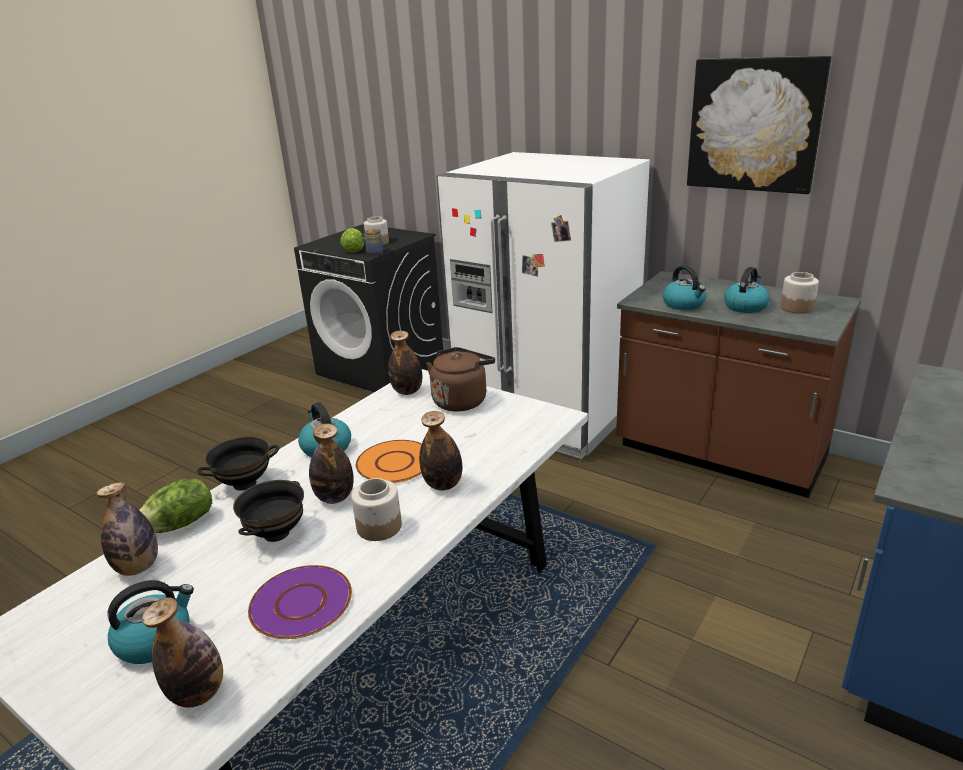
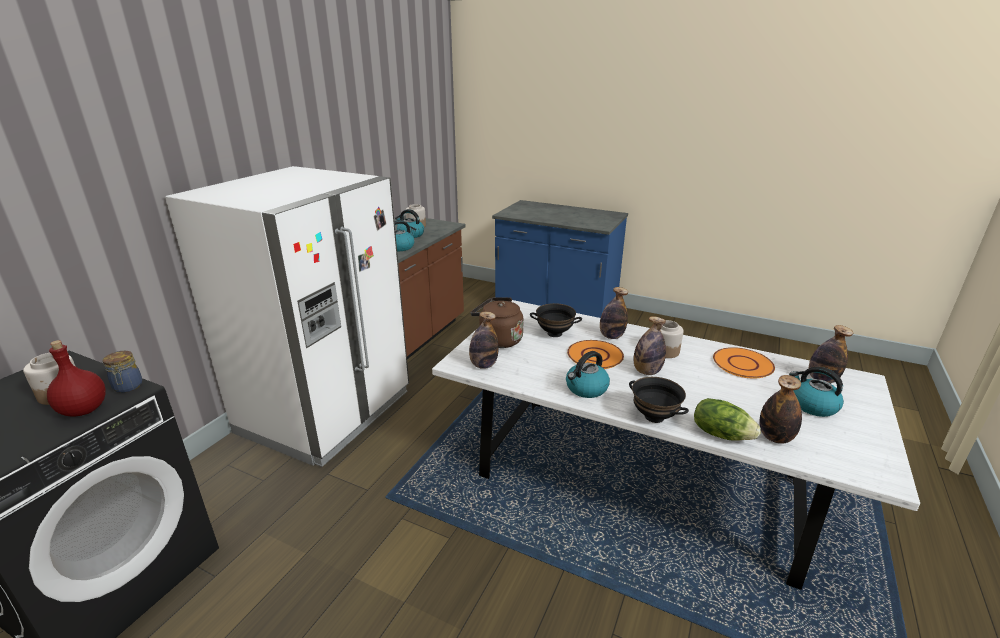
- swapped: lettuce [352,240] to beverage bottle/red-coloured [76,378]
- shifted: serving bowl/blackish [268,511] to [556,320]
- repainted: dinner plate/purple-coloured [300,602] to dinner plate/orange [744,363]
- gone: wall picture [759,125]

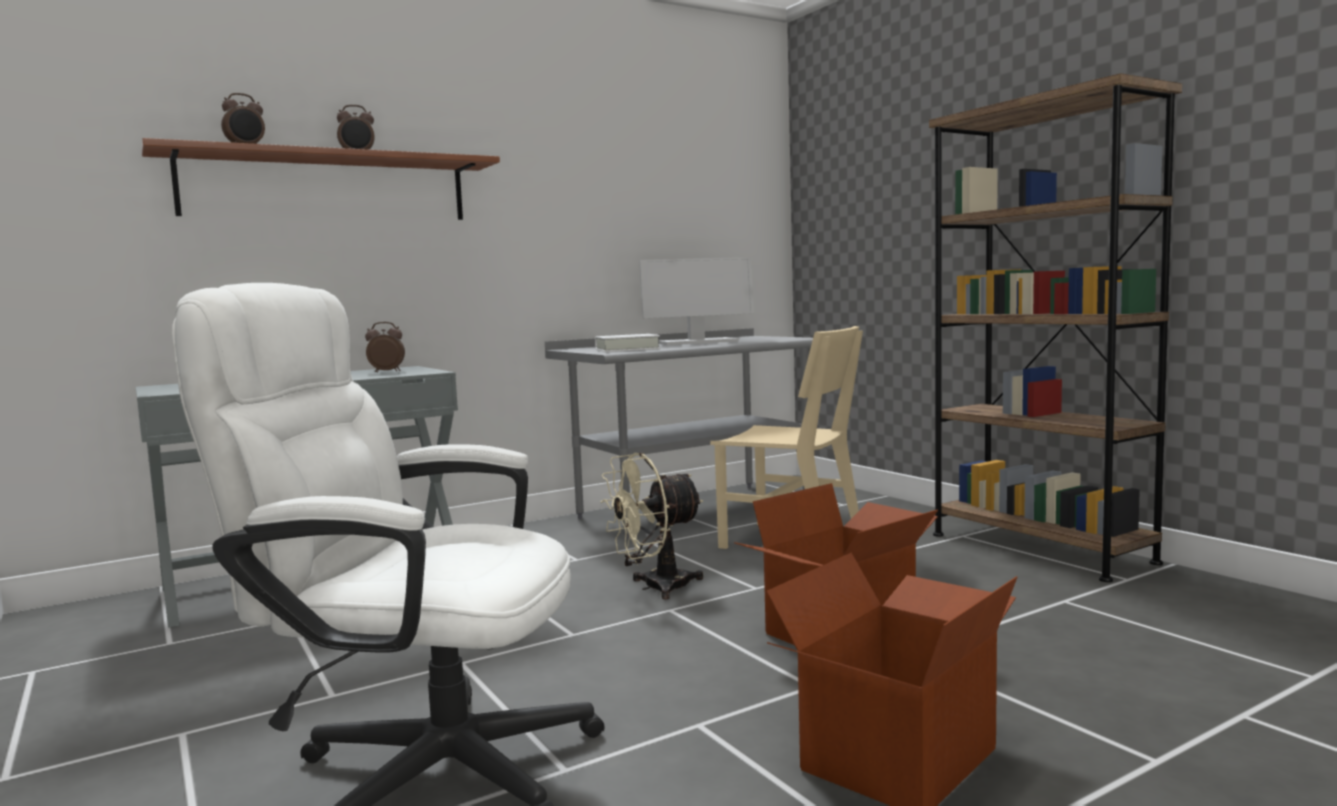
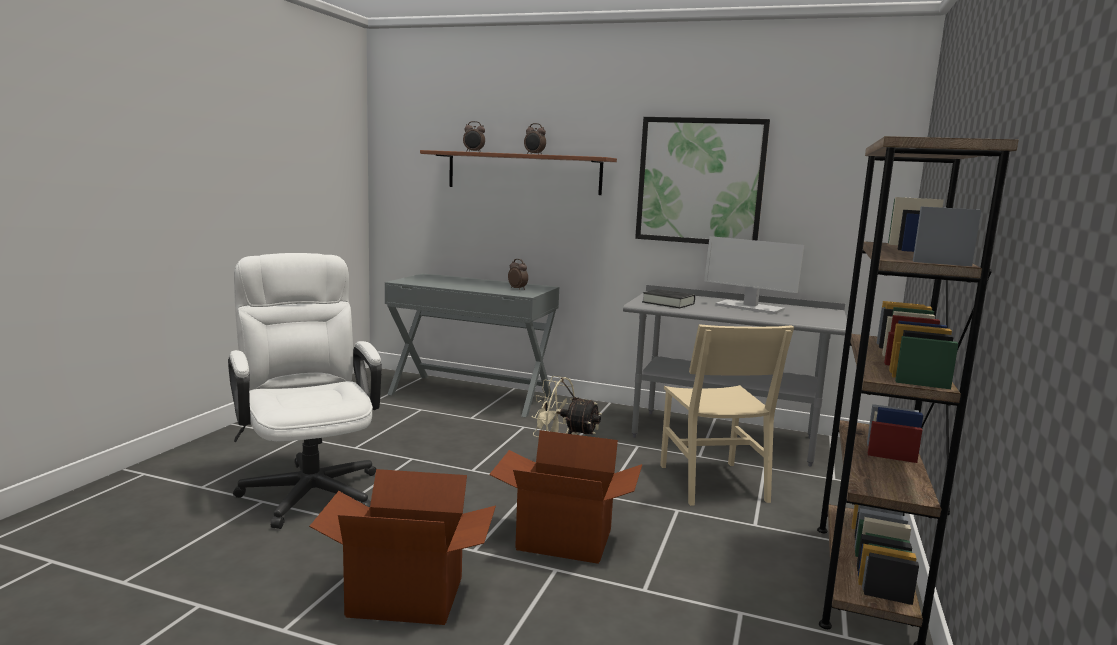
- new: wall picture [702,180]
- repainted: bound book/white [627,343] to bound book/blackish [668,298]

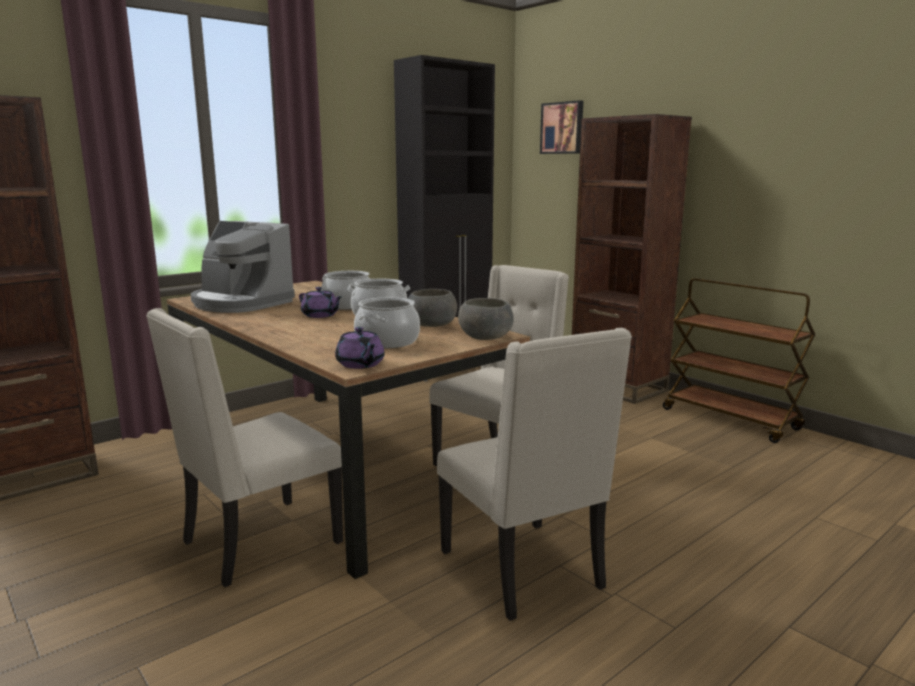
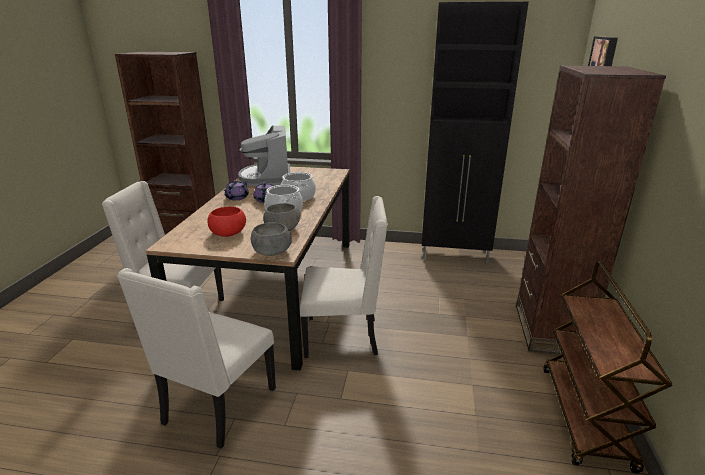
- swapped: cooking pot [387,322] to serving bowl/red-coloured [226,222]
- shifted: pot for tea/purple-coloured [360,348] to [236,190]

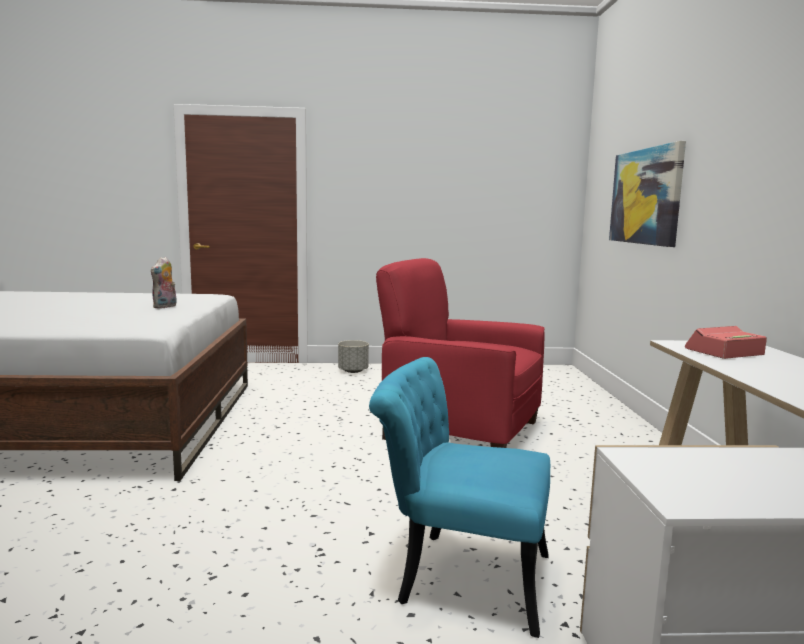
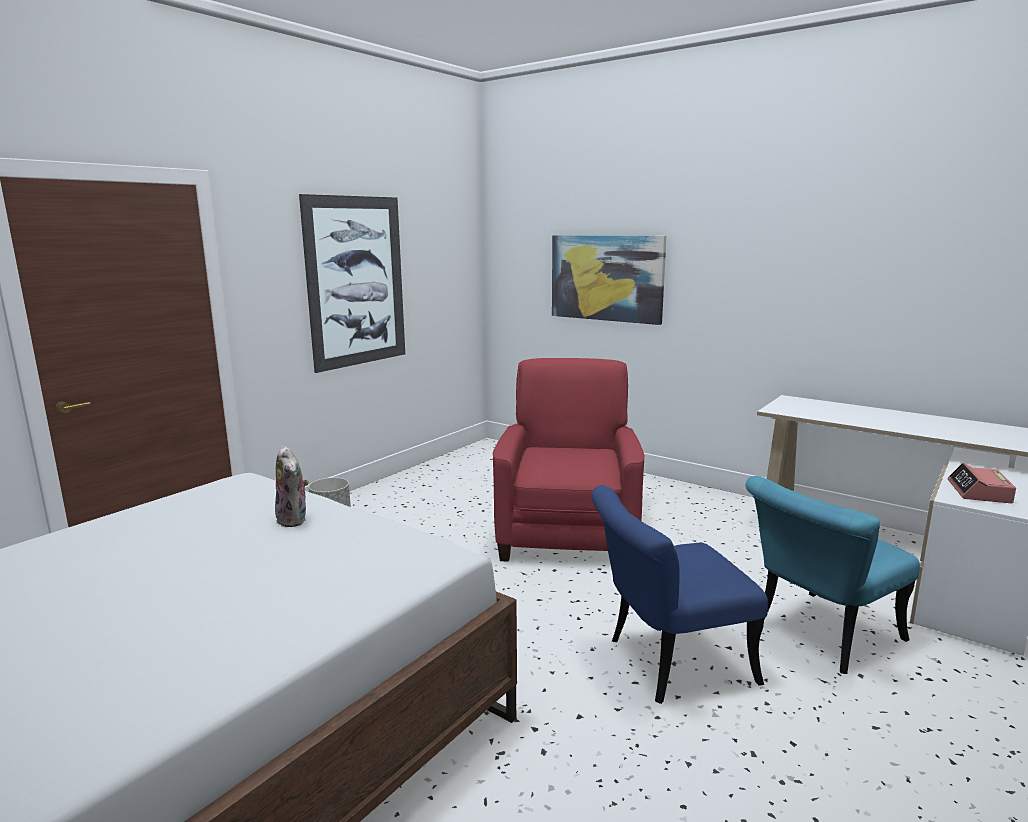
- new: wall picture [352,283]
- rotated: armchair/red-coloured [460,353] = [568,460] 120 degrees clockwise
- new: plain chair/blue [680,594]
- shifted: bedside clock [726,342] to [982,483]

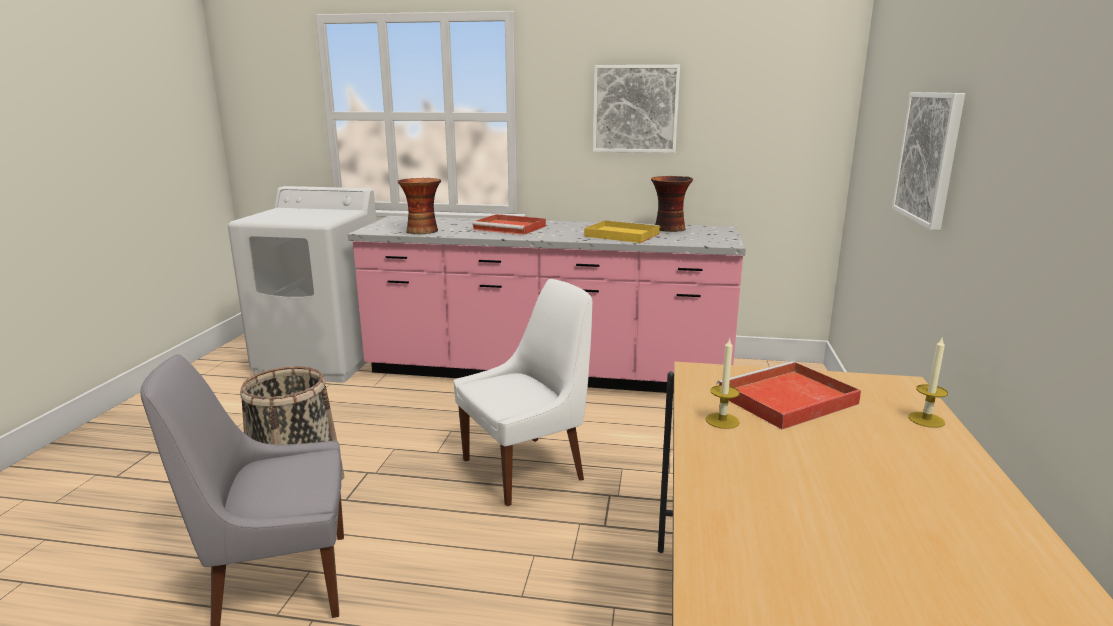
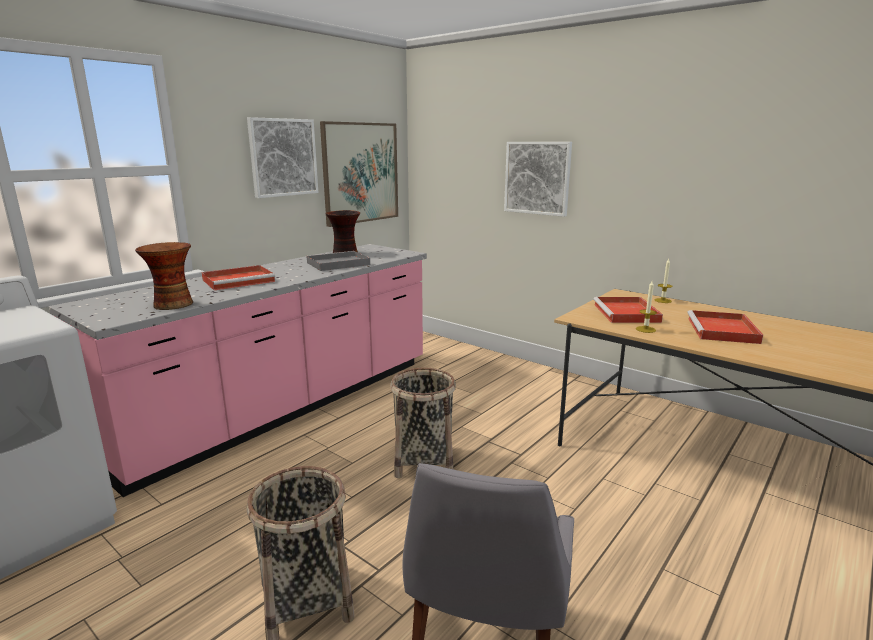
- repainted: carrying tray/yellowish [622,231] to carrying tray/grey [338,261]
- new: wall picture [359,174]
- swapped: plain chair/white [523,392] to basket [423,423]
- new: carrying tray/red-coloured [725,327]

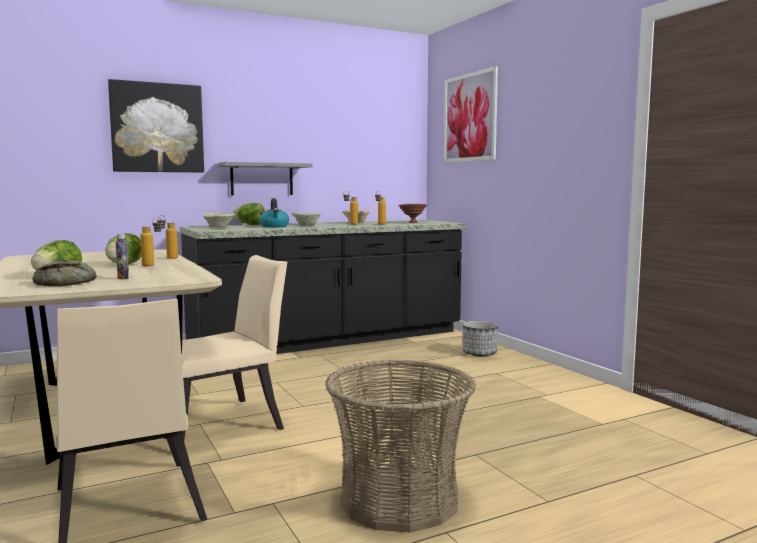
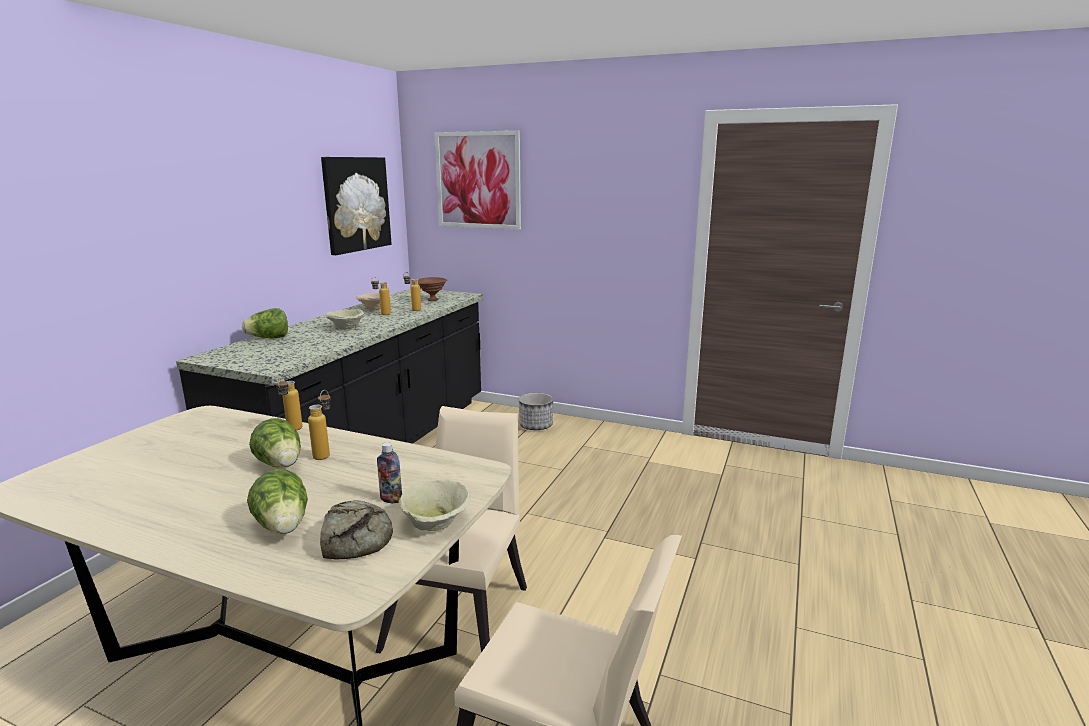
- shifted: wall picture [156,126] to [356,206]
- shifted: serving bowl/beige-coloured [219,220] to [435,505]
- gone: bracket shelf/grey [265,178]
- gone: water kettle [274,212]
- gone: basket [400,446]

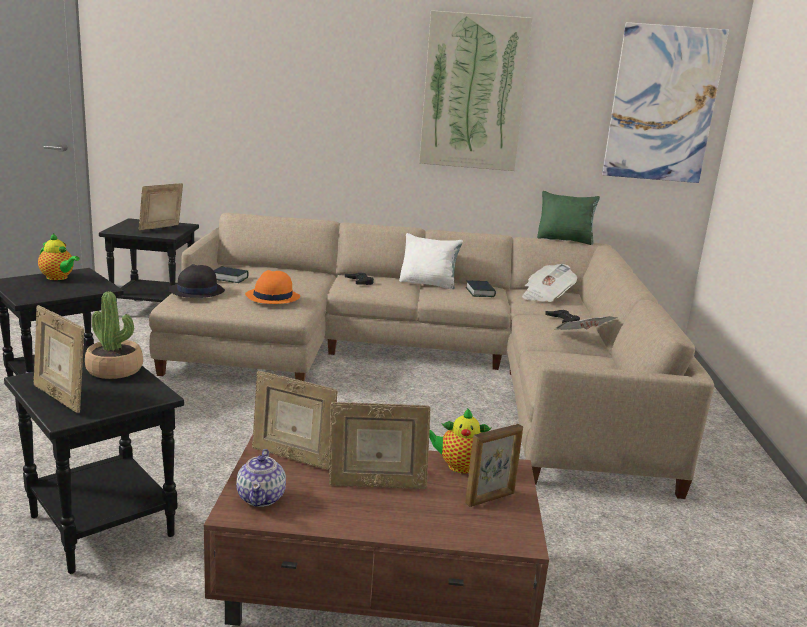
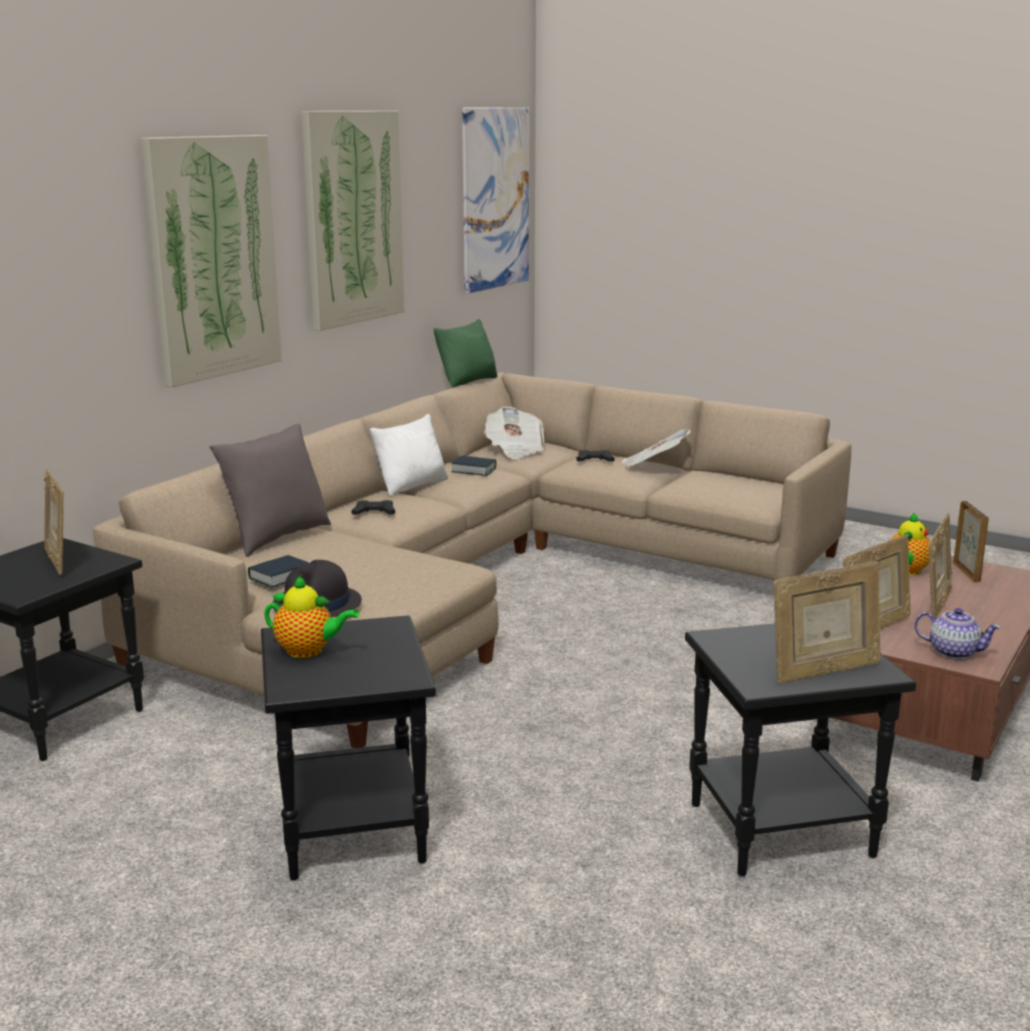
- new: wall picture [211,261]
- new: cushion/grey [270,490]
- rotated: pot for tea [59,256] = [311,616] 45 degrees clockwise
- gone: plant in a pot [114,335]
- gone: hat/orange [272,287]

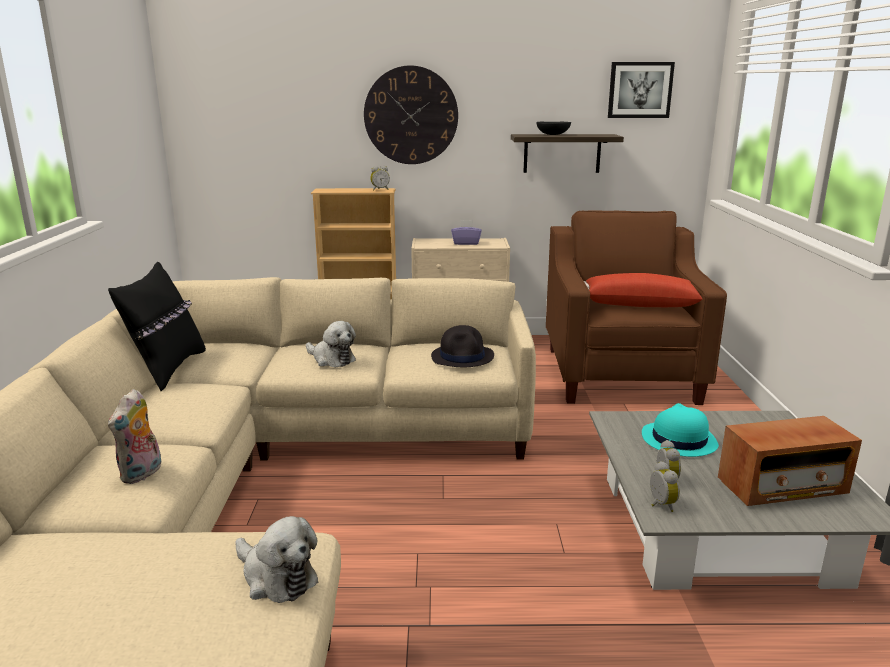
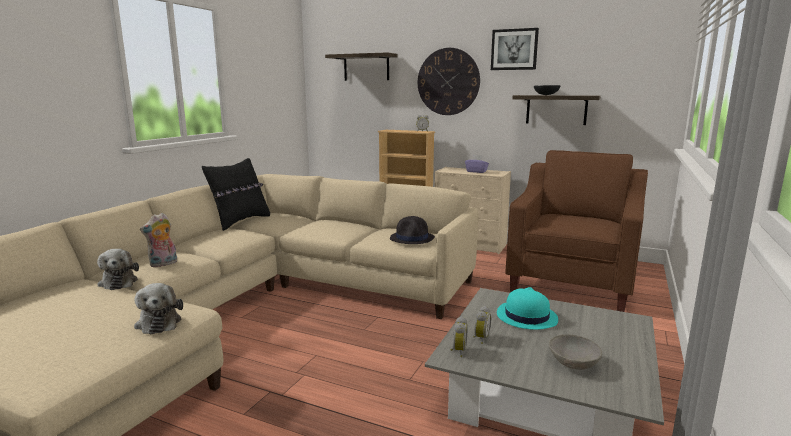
- shifted: soft toy [331,344] to [118,269]
- new: bracket shelf [361,66]
- shifted: wall picture [641,90] to [515,49]
- swapped: radio receiver [790,461] to serving bowl/grey [575,352]
- gone: cushion/red-coloured [643,290]

